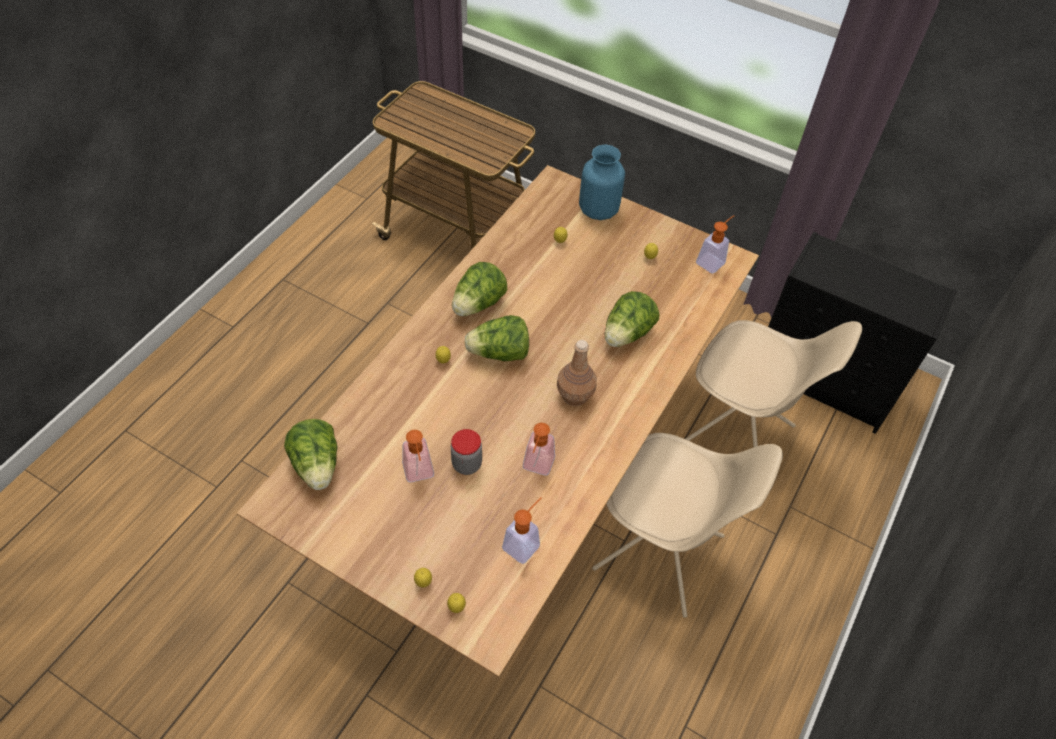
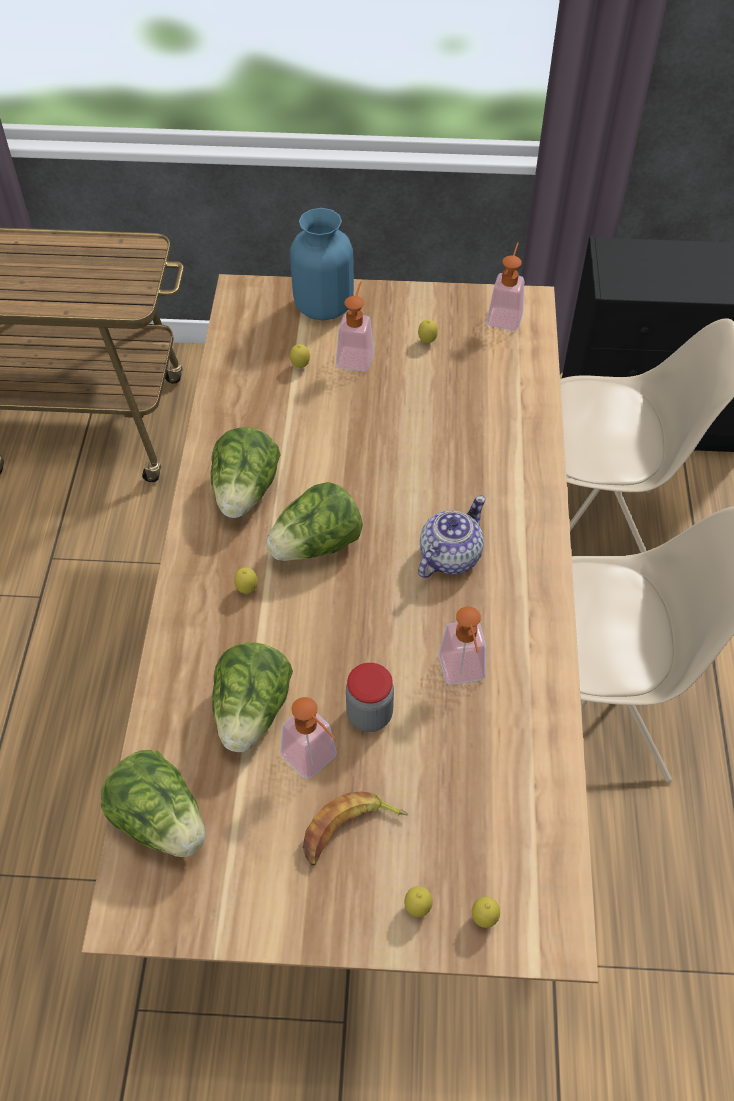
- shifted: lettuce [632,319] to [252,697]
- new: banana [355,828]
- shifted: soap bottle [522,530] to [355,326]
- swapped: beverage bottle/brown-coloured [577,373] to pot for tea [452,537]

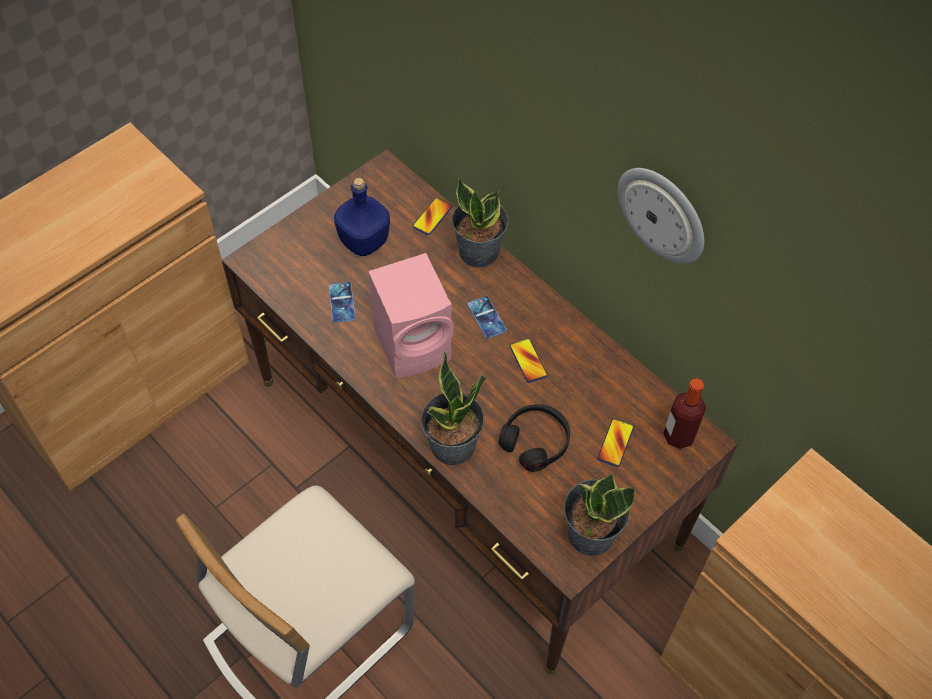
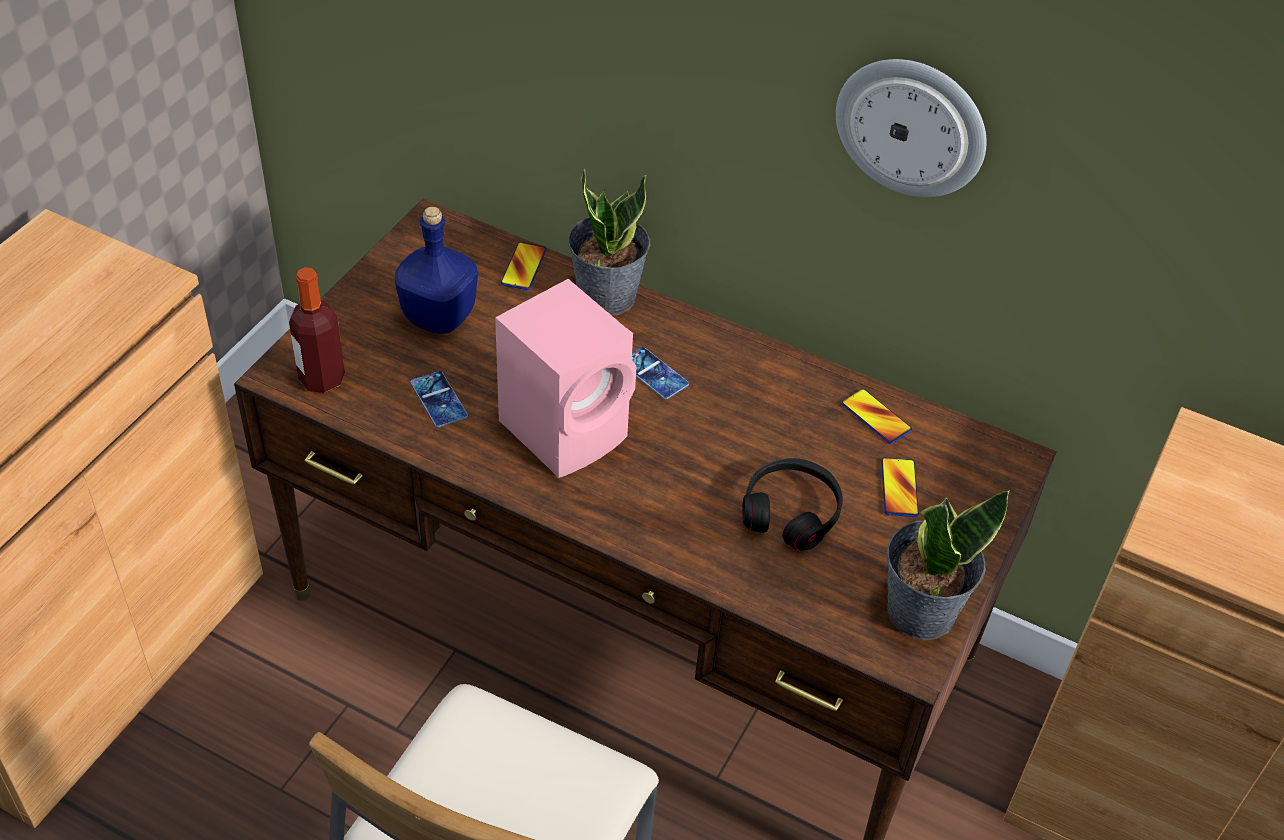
- shifted: beverage bottle [684,413] to [317,330]
- shifted: handset [529,360] to [876,416]
- gone: plant in a pot [454,408]

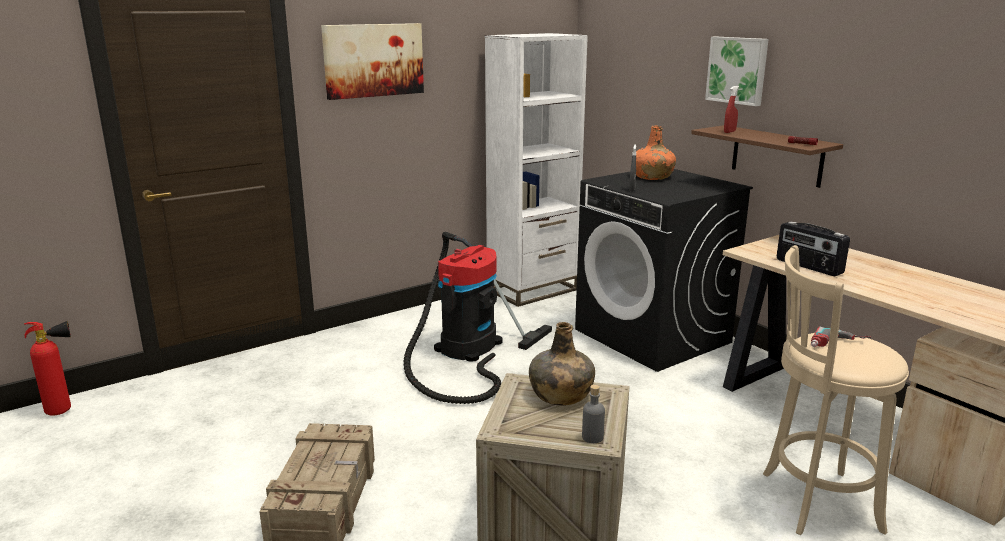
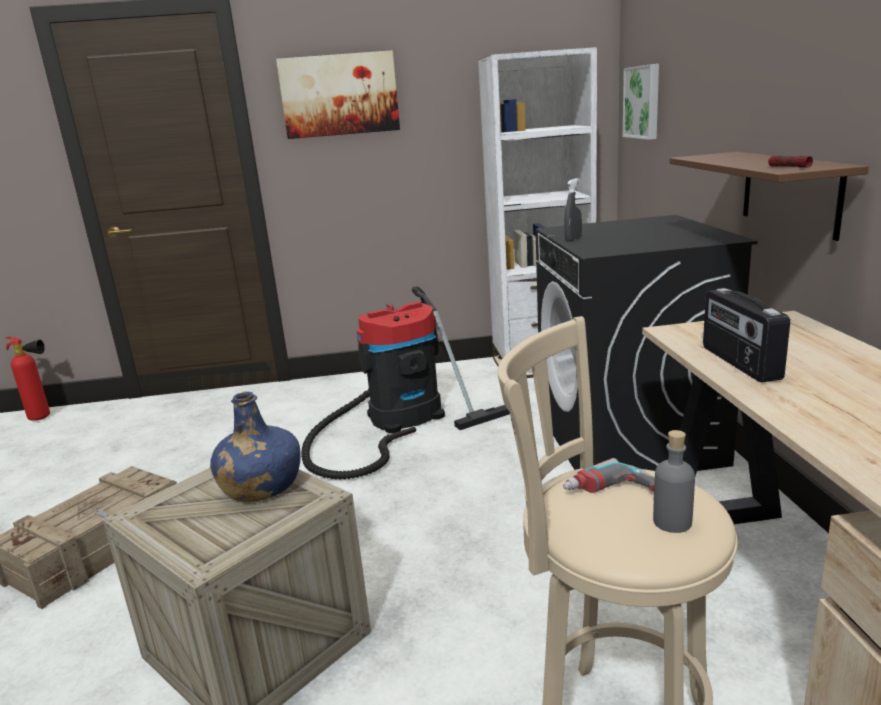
- repainted: beverage bottle/greenish [562,363] to beverage bottle/blue [255,447]
- shifted: wall picture [737,71] to [641,102]
- shifted: beverage bottle/grey [593,414] to [674,481]
- gone: beverage bottle/orange [656,153]
- gone: spray bottle/red-coloured [731,109]

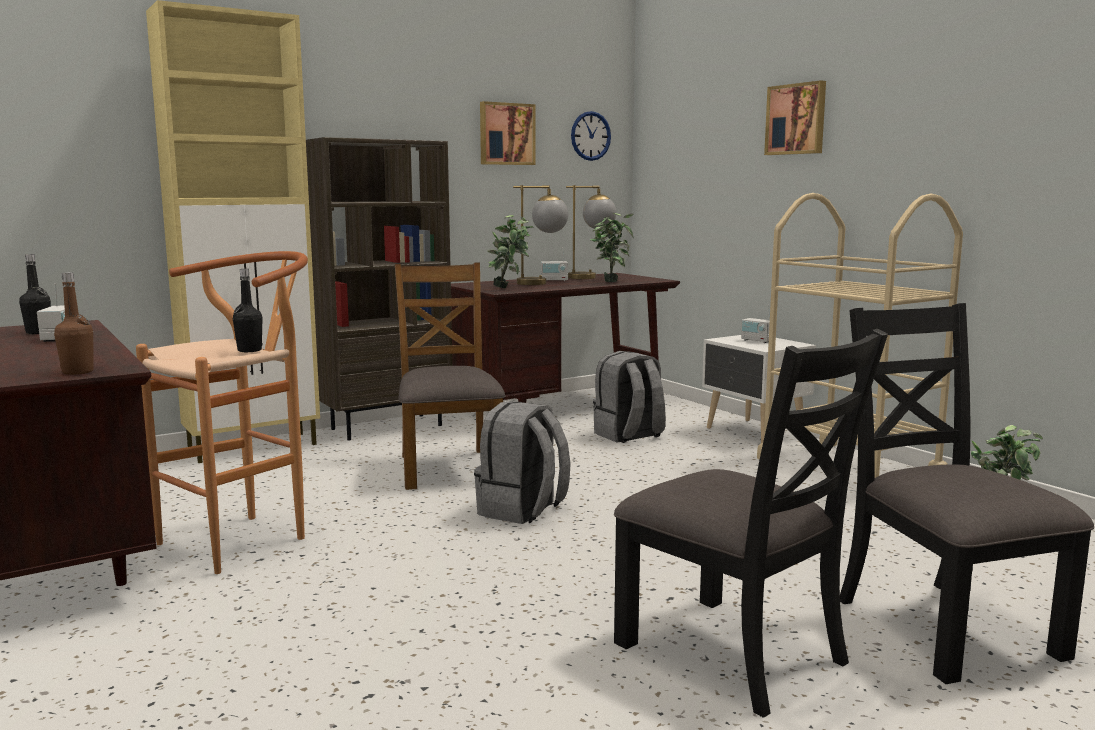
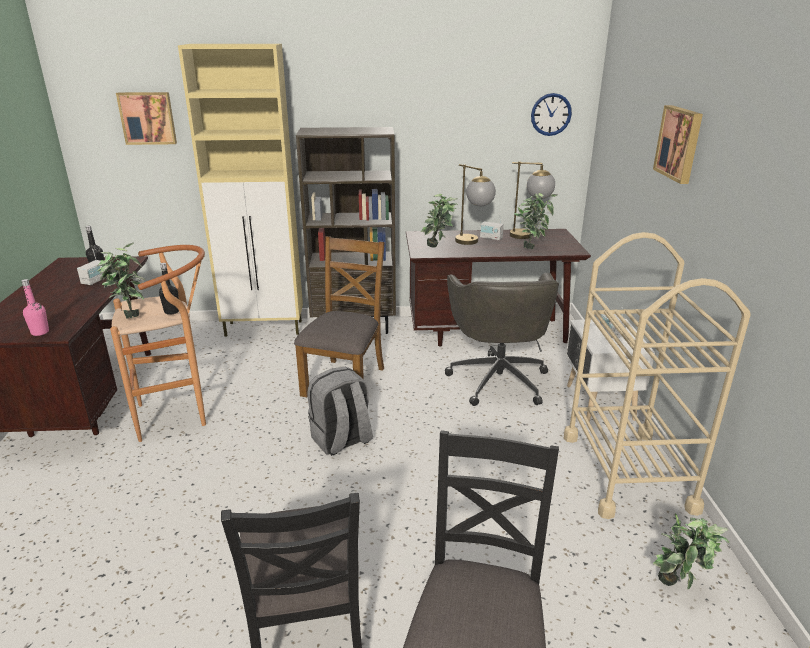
- repainted: beverage bottle/brown-coloured [74,323] to beverage bottle/pink-coloured [35,307]
- new: plant in a pot [121,280]
- shifted: wall picture [508,133] to [146,118]
- swapped: rucksack/grey [629,397] to desk chair/grey [502,339]

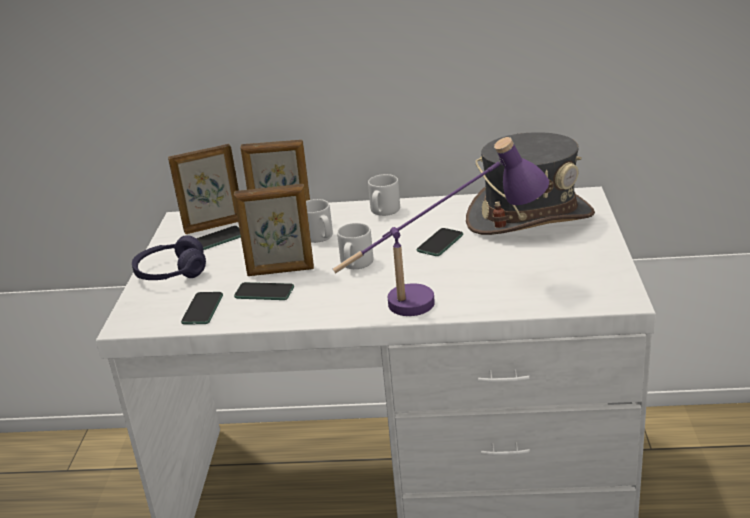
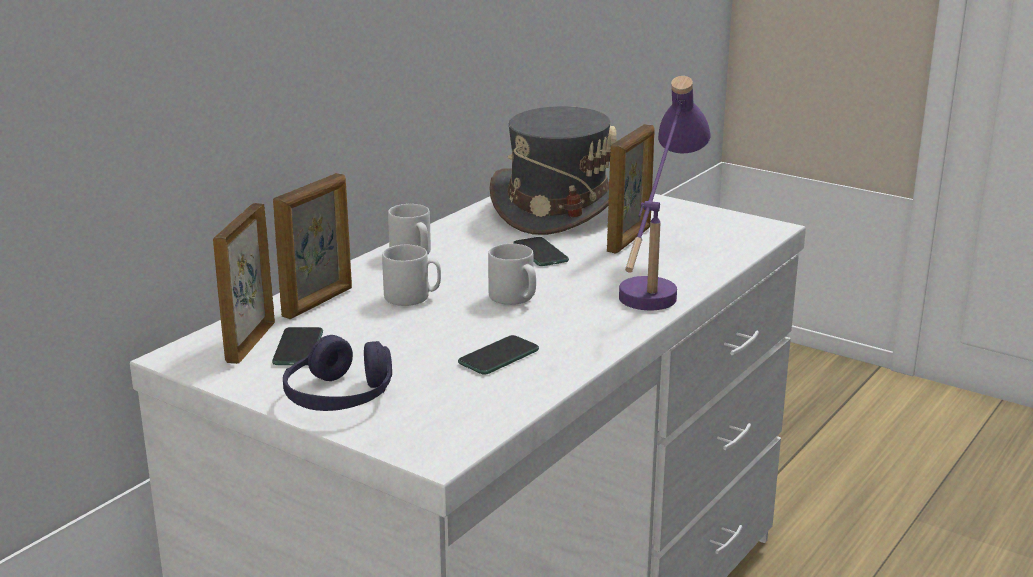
- shifted: picture frame [274,230] to [630,189]
- gone: handset [202,308]

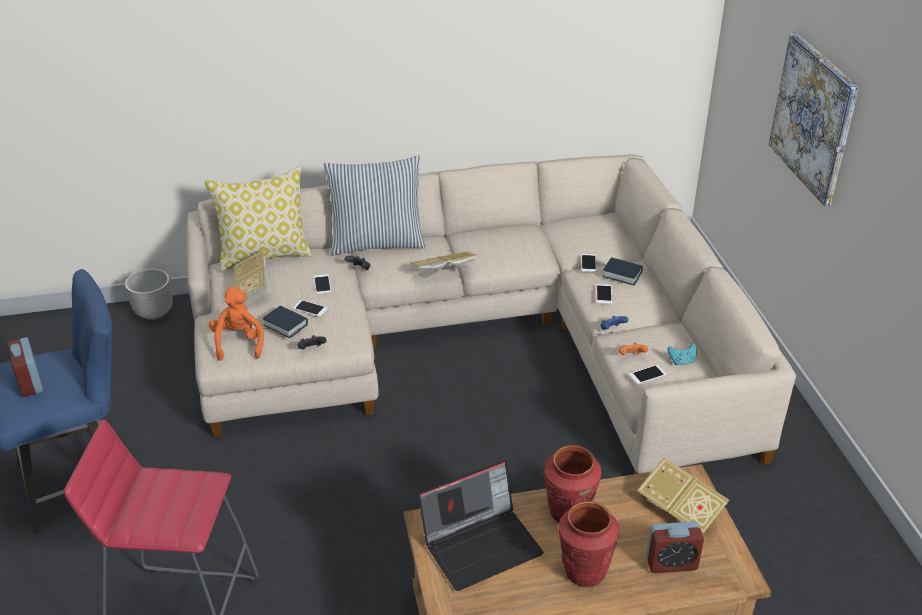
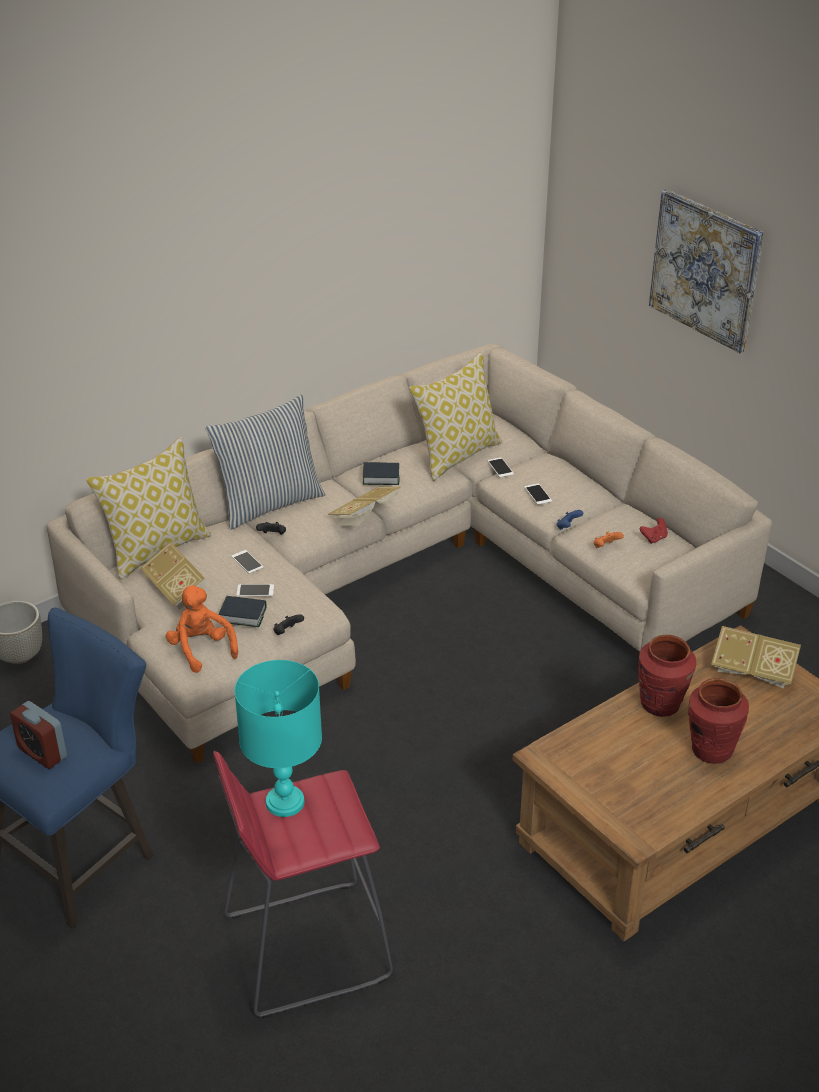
- new: table lamp/turquoise [278,738]
- shifted: bound book [622,271] to [381,473]
- new: cushion [455,416]
- repainted: joypad/turquoise [682,354] to joypad/red-coloured [654,531]
- gone: portable computer [481,525]
- gone: handset [647,374]
- gone: bedside clock [675,547]

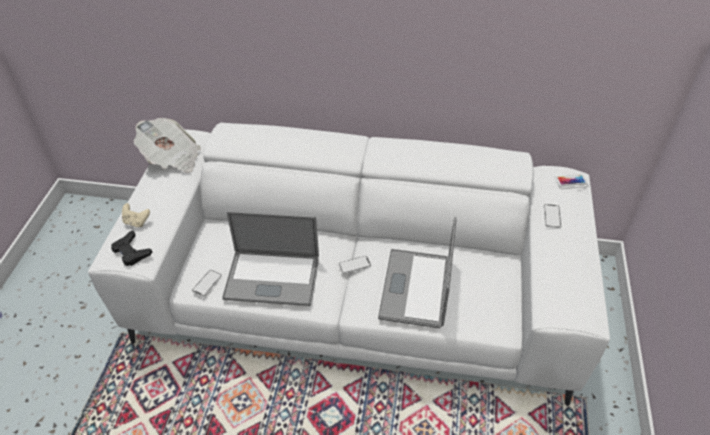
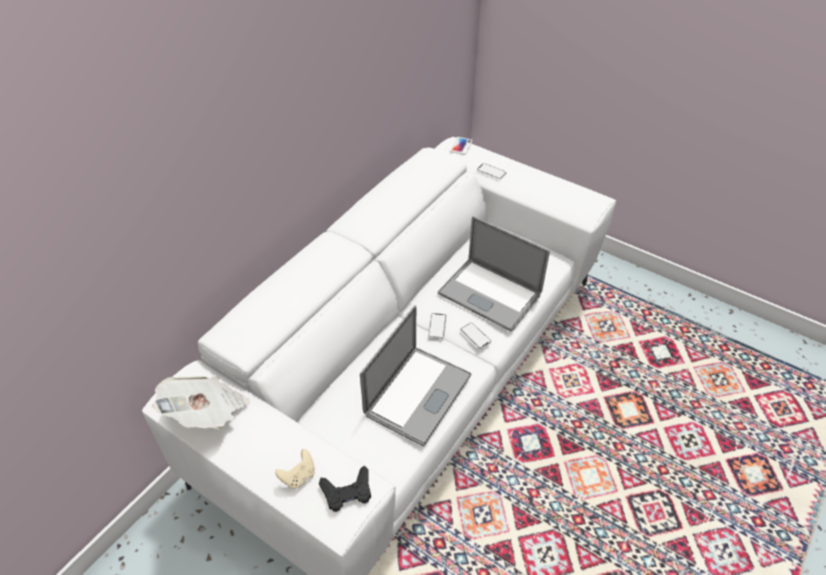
- shifted: handset [207,283] to [475,336]

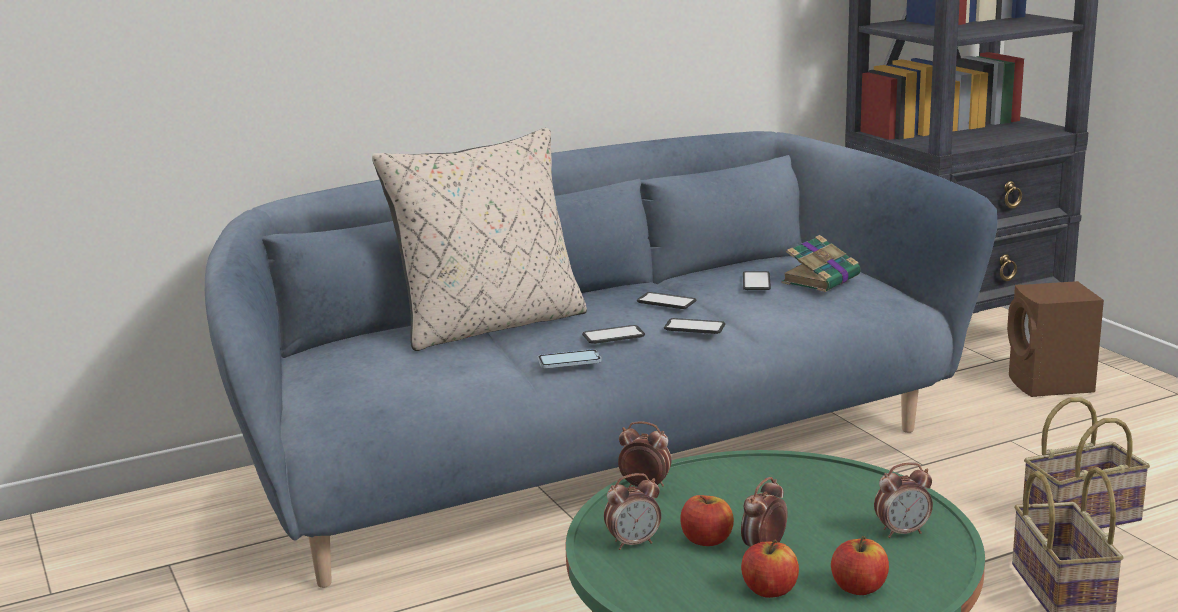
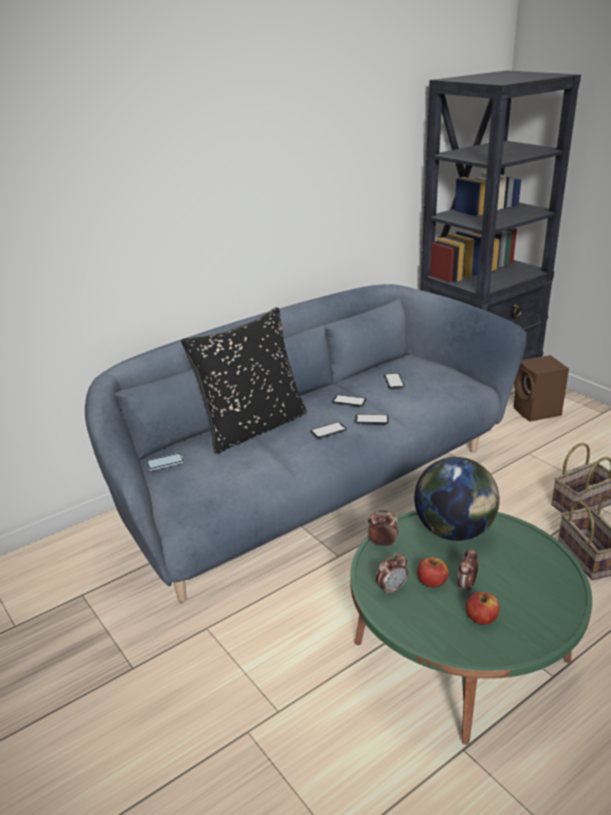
- shifted: handset [569,358] to [165,462]
- repainted: cushion/beige-coloured [479,239] to cushion/blackish [244,380]
- new: desk globe [456,499]
- gone: bound book [821,263]
- gone: apple fruit [860,565]
- gone: bedside clock [903,500]

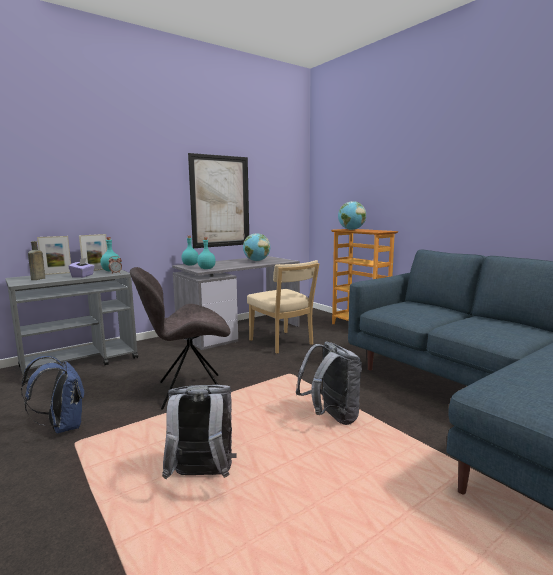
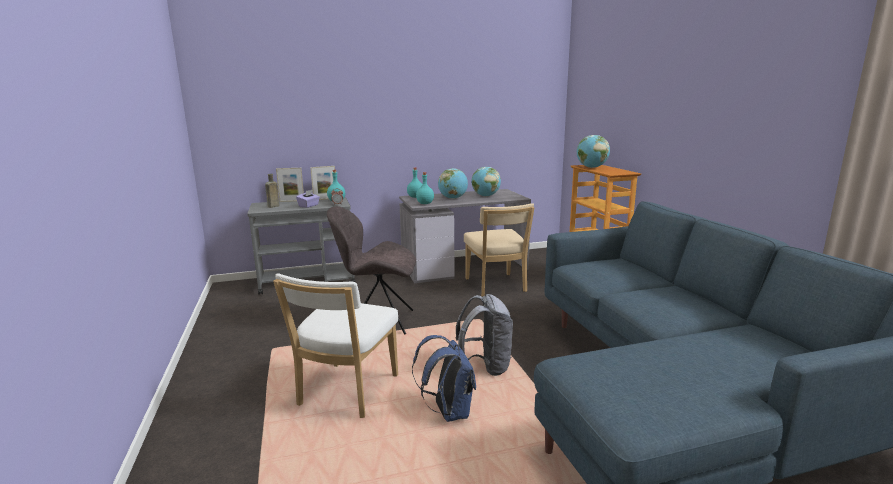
- swapped: rucksack/grey [199,432] to plain chair/white [335,345]
- shifted: rucksack/blue [52,395] to [444,378]
- new: desk globe [453,183]
- gone: wall picture [218,200]

